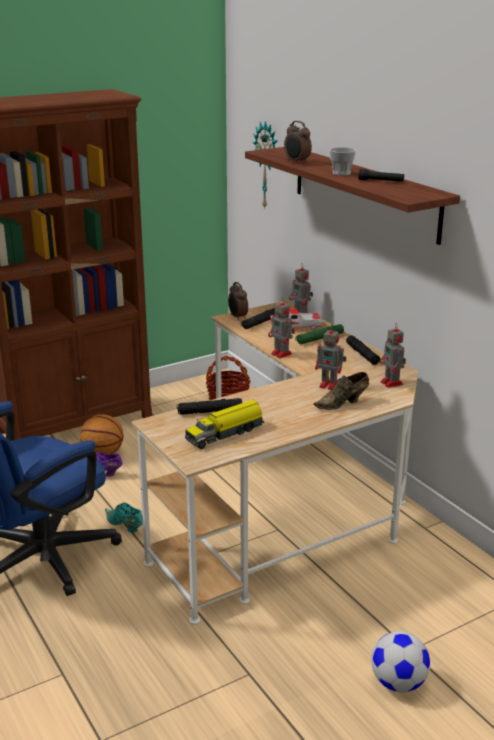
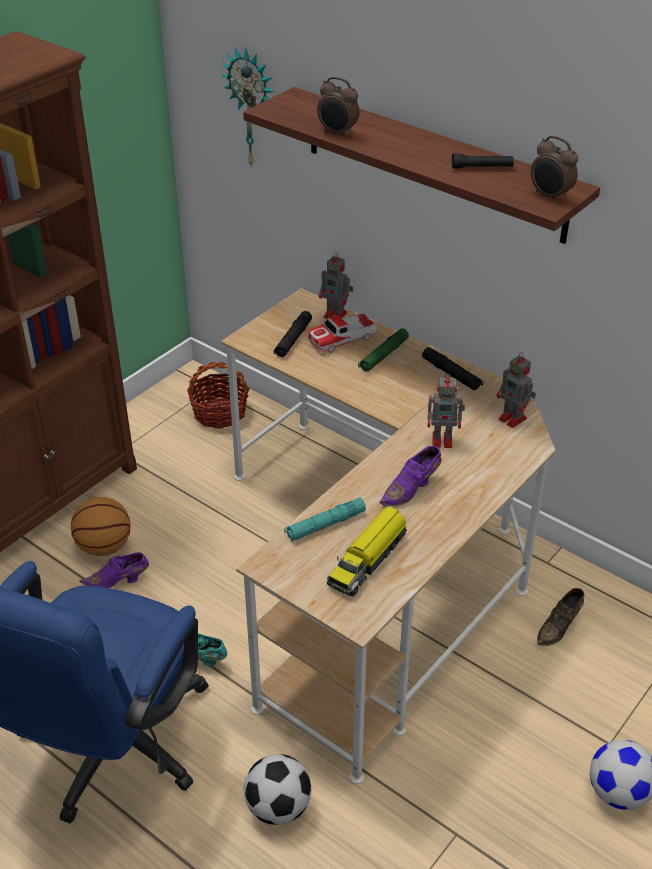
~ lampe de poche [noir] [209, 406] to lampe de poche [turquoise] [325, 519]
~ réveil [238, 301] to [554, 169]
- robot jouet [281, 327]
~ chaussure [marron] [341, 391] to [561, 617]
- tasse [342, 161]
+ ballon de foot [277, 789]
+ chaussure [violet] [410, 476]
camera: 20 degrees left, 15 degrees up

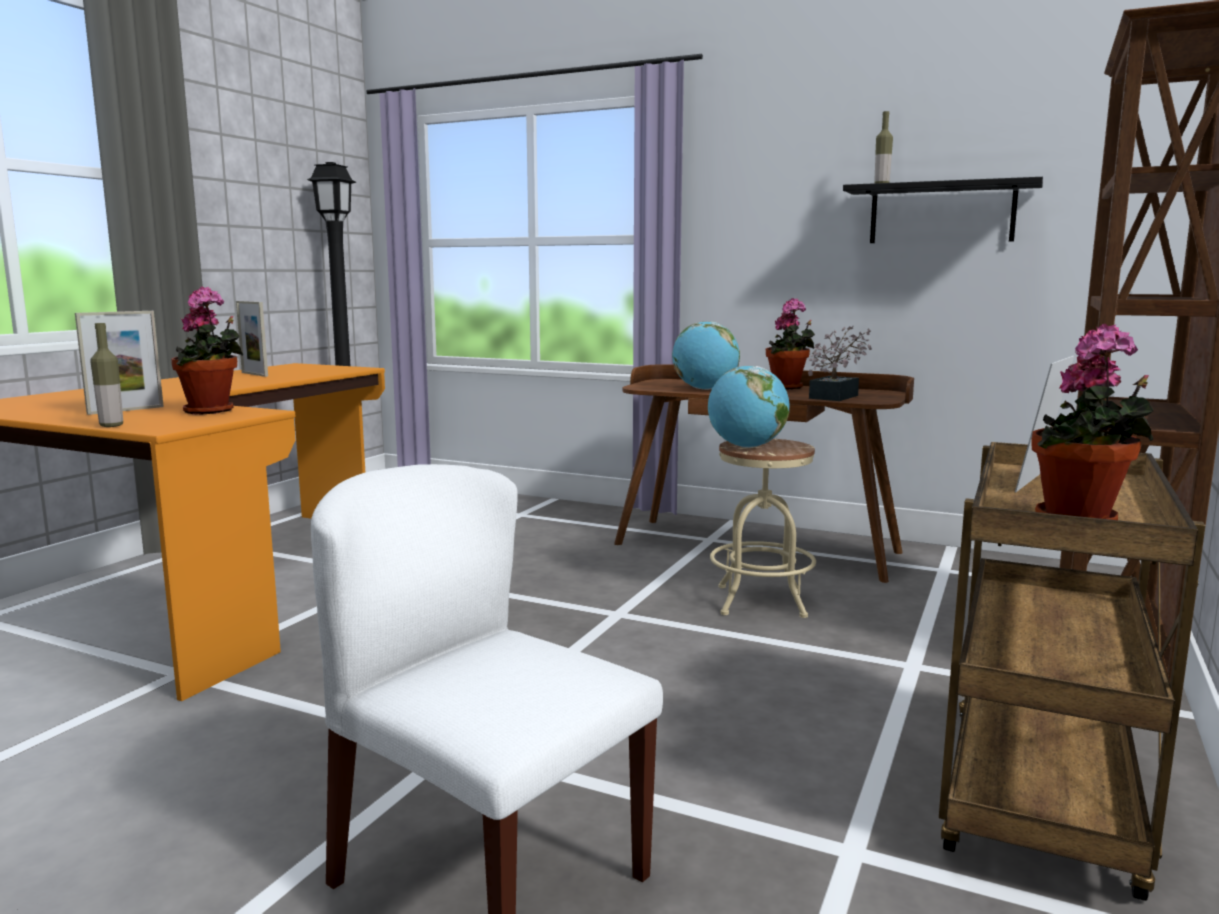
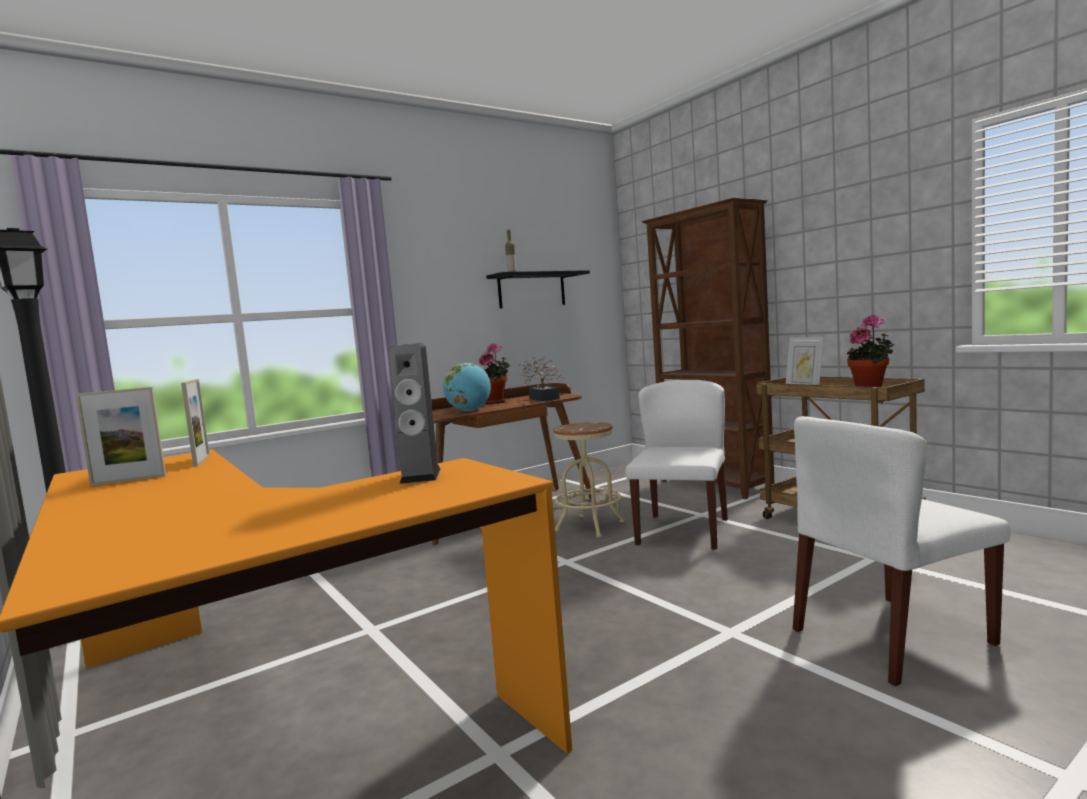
~ cadre photo [119, 363] to [195, 423]
- bouteille [106, 375]
~ plante en pot [207, 350] to enceinte [414, 413]
- globe [748, 407]
+ chaise [blanc] [677, 465]
camera: 60 degrees left, 5 degrees down

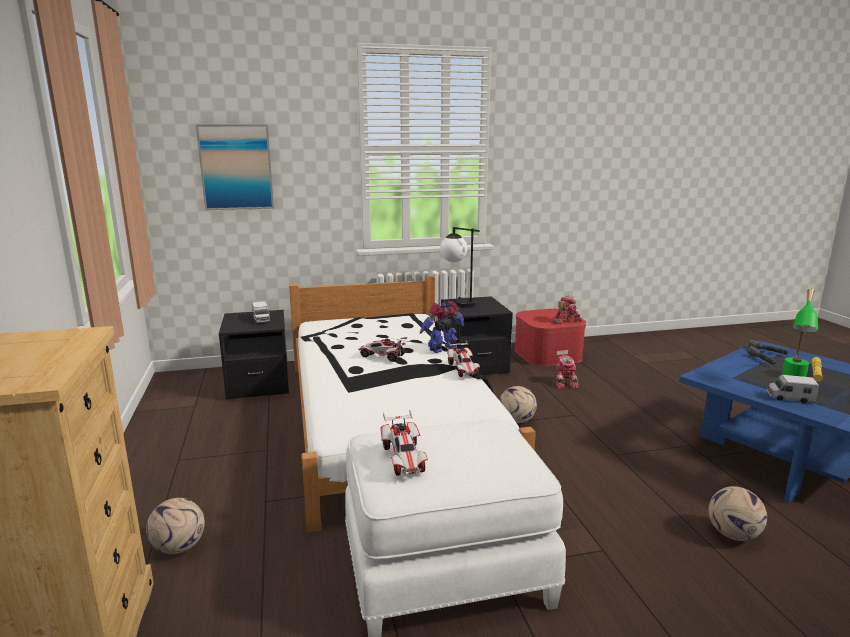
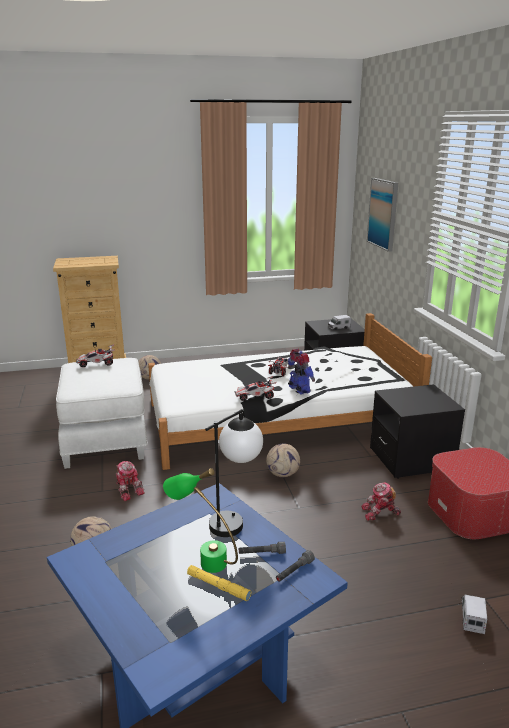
~ lampe de table [460, 267] to [234, 473]
~ robot jouet [568, 309] to [130, 481]
~ camion jouet [793, 389] to [474, 614]
camera: 90 degrees right, 5 degrees up

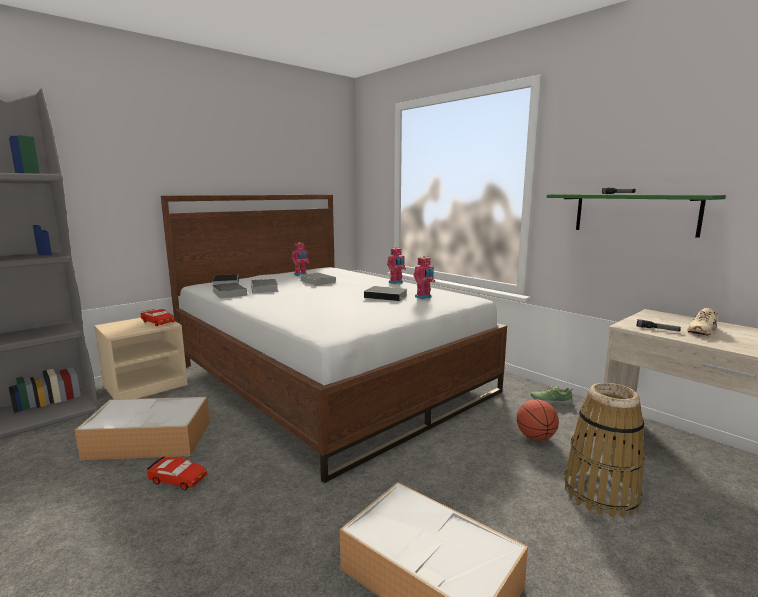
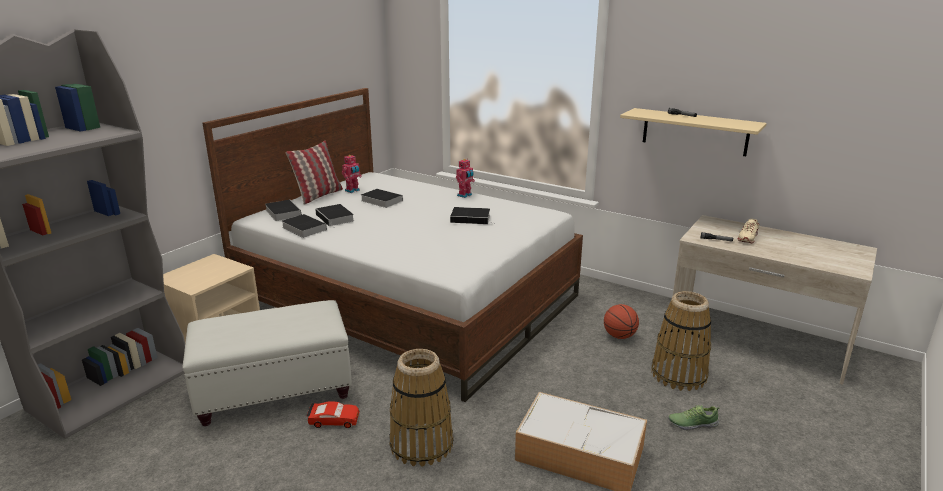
~ boîte de rangement [142, 428] to pouf [blanc] [267, 363]
- petite voiture [rouge] [157, 317]
- robot jouet [424, 277]
~ chaussure [552, 395] to [694, 417]
~ étagère [vert] [636, 216] to étagère [beige] [693, 132]
+ coussin [314, 173]
+ panier [421, 408]
camera: 15 degrees left, 10 degrees up

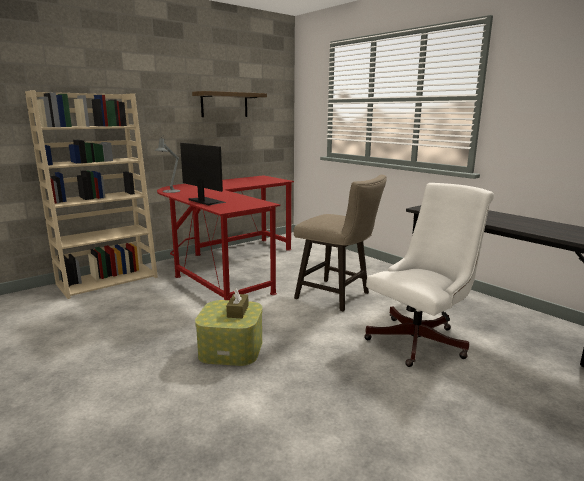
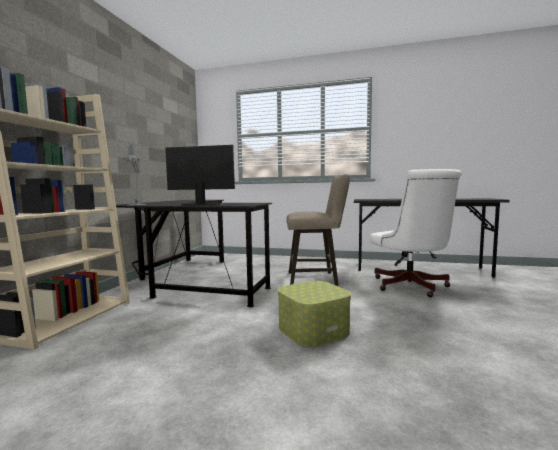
~ bureau [rouge] [225, 237] to bureau [noir] [194, 253]
- étagère [229, 104]
- boîte à mouchoirs [marron] [237, 303]
~ chaise de bureau [blanc] [429, 275] = [416, 233] 150 degrees clockwise
camera: 35 degrees left, 10 degrees down

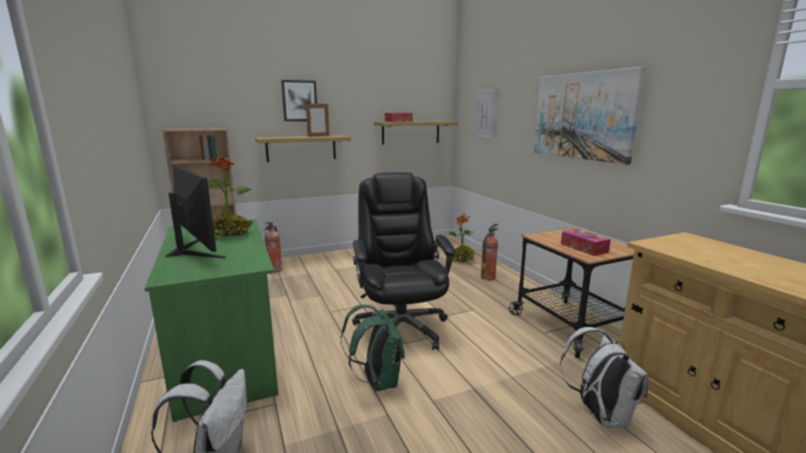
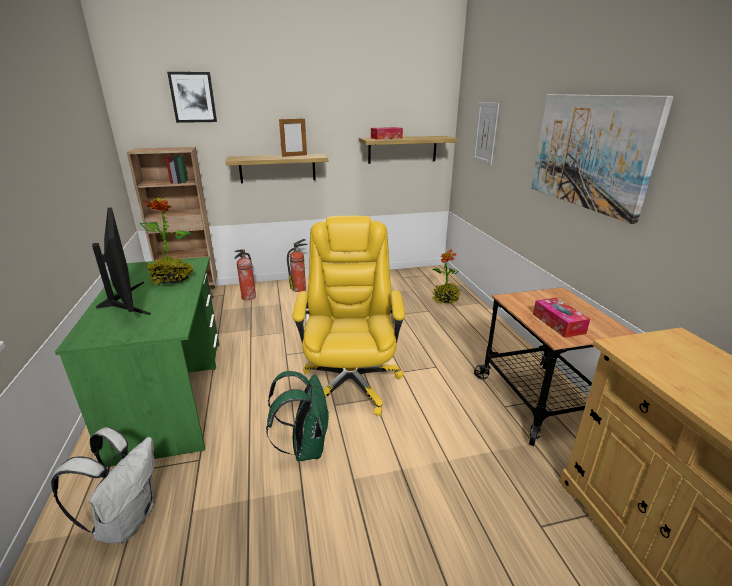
~ tableau [299, 100] to [192, 97]
~ chaise de bureau [noir] [404, 261] to chaise de bureau [jaune] [349, 316]
~ extincteur [489, 251] to [297, 265]
- sac à dos [blanc] [604, 377]
camera: 10 degrees right, 10 degrees up

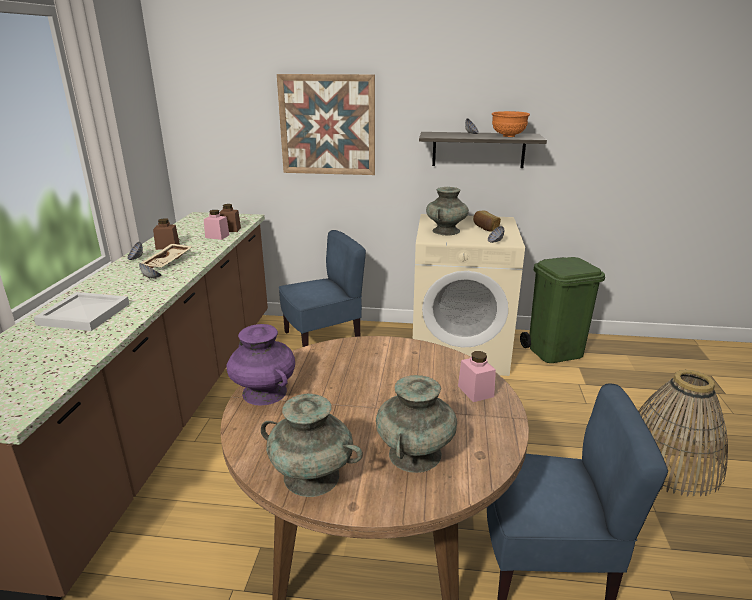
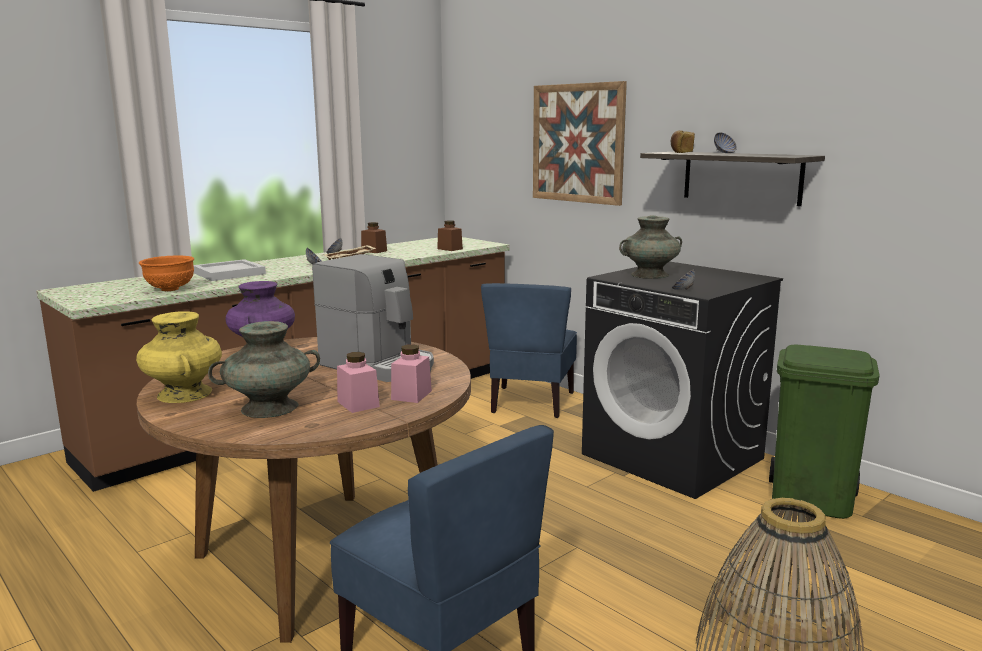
~ bocal [rose] [217, 225] to [358, 382]
~ vase [turquoise] [312, 445] to vase [jaune] [179, 357]
~ chaise [bleu] [322, 288] = [529, 350] 90 degrees clockwise
~ lave-linge [beige] [469, 295] to lave-linge [noir] [682, 380]
~ pain [487, 221] to [683, 142]
~ bol [orange] [511, 124] to [166, 273]
+ machine à café [373, 318]
camera: 40 degrees right, 10 degrees down

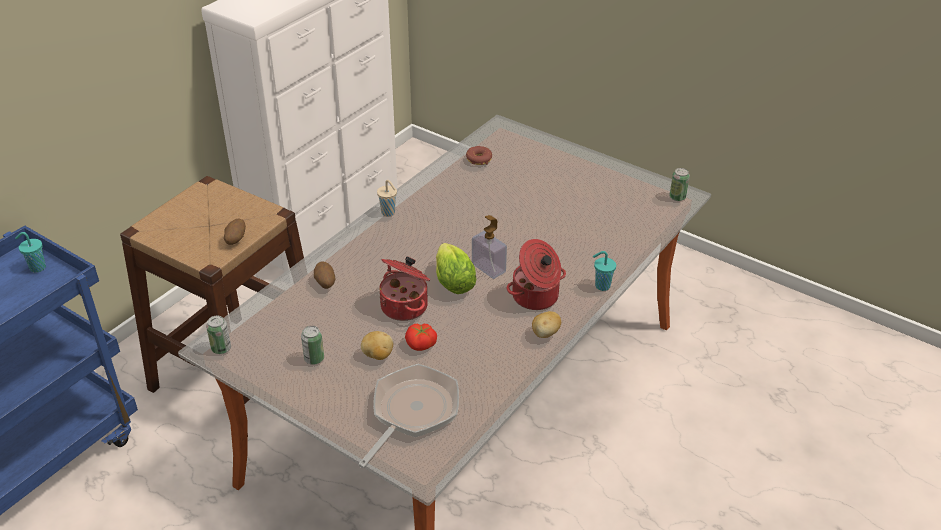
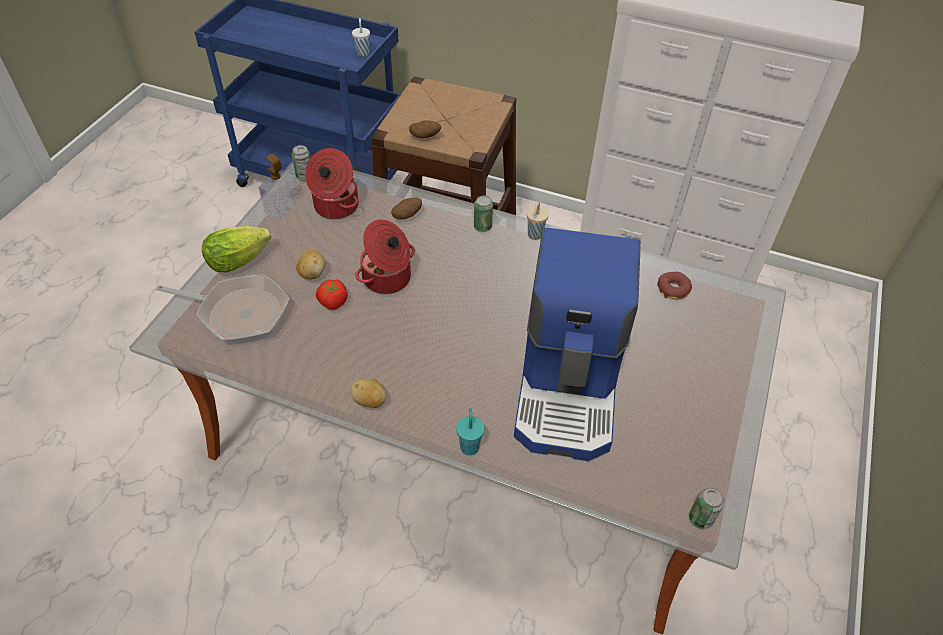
~ tasse [turquoise] [30, 252] to tasse [blanc] [361, 37]
~ boîte métallique [312, 345] to [483, 213]
~ laitue [456, 268] to [236, 249]
~ distributeur de savon [489, 247] to [279, 187]
~ marmite [536, 274] to [332, 183]
+ machine à café [577, 344]
camera: 75 degrees right, 10 degrees up

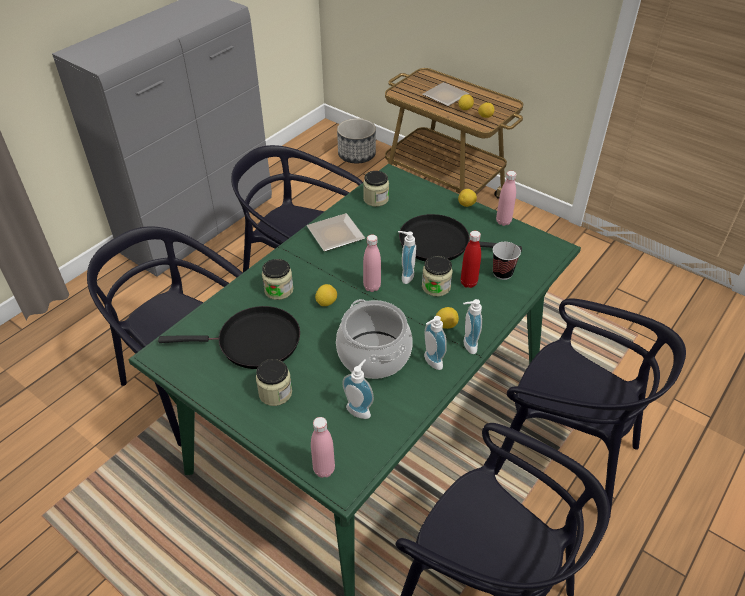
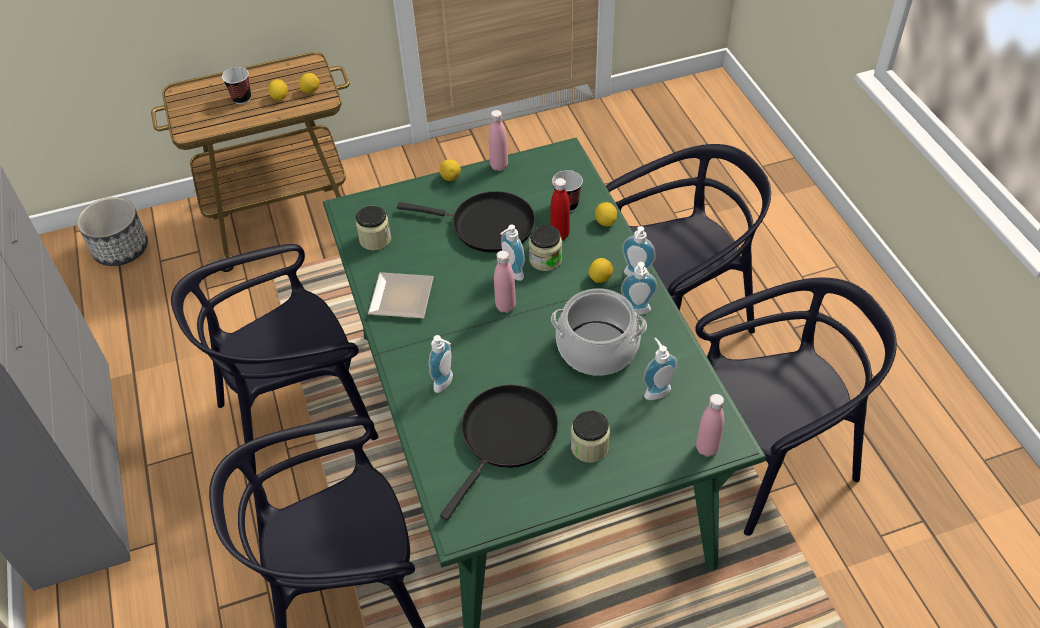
~ bocal [278, 279] to distributeur de savon [441, 364]
~ citron [326, 295] to [606, 214]
~ poêle [noir] [460, 237] = [466, 222] 120 degrees counterclockwise
~ assiette [446, 94] to tasse [236, 85]
camera: 55 degrees left, 5 degrees up

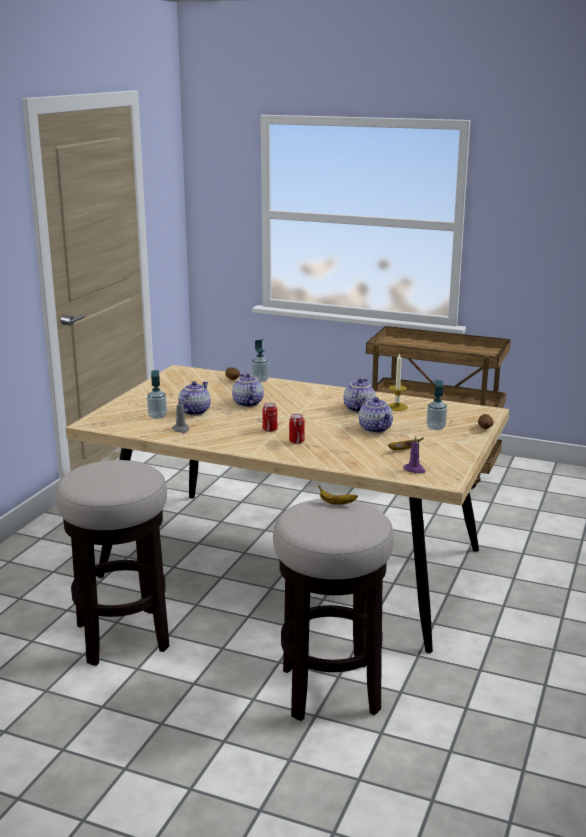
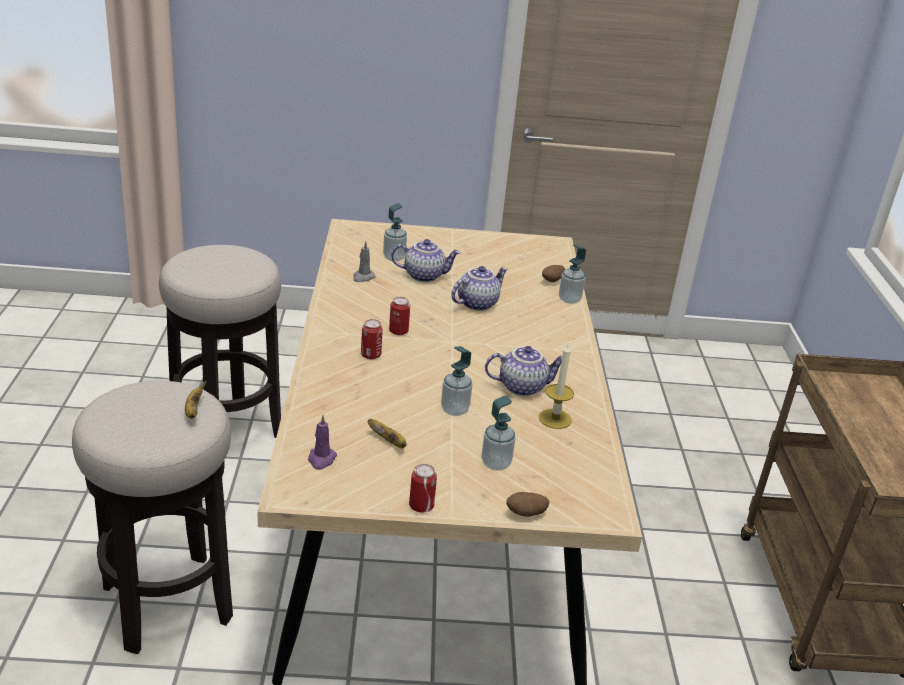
~ théière [376, 414] to distributeur de savon [456, 381]
+ boîte métallique [423, 488]
camera: 65 degrees right, 10 degrees up

